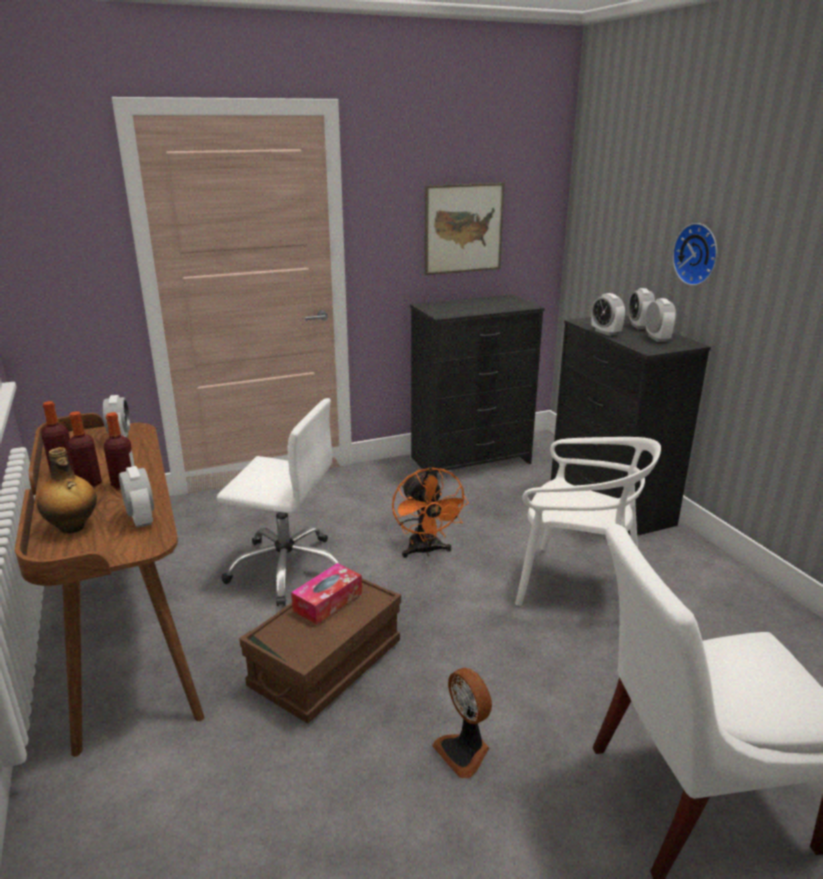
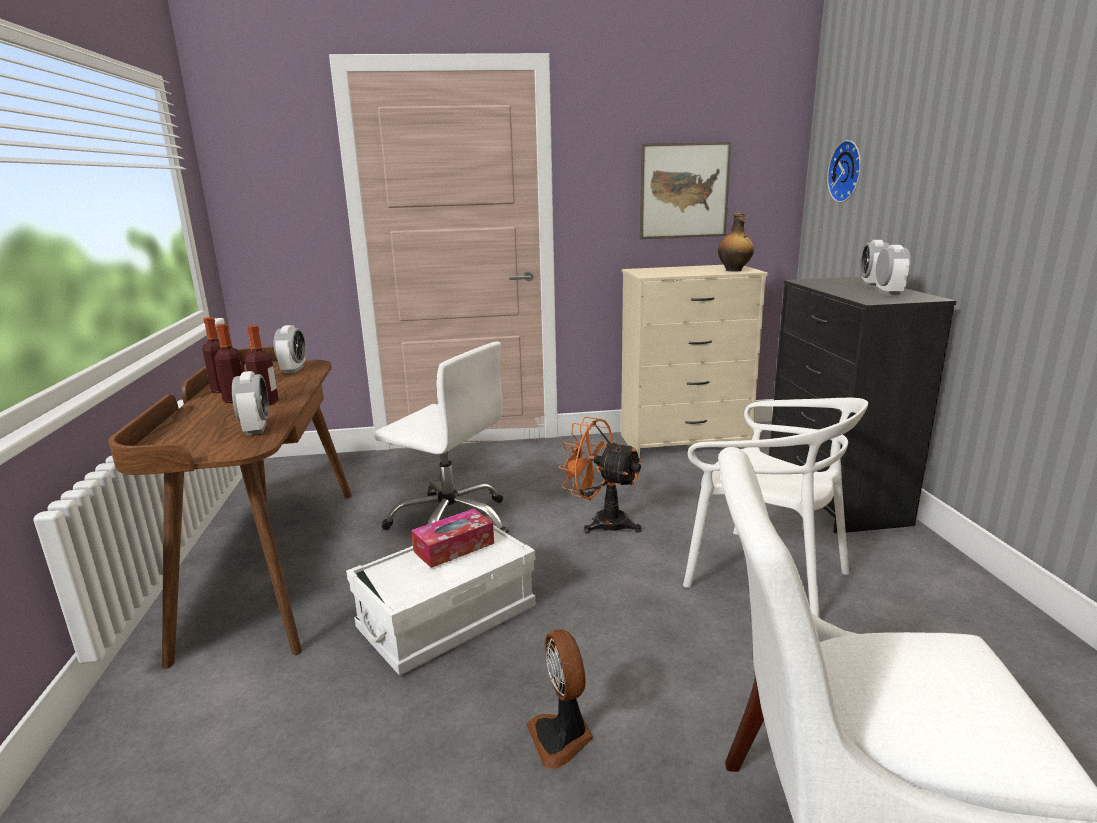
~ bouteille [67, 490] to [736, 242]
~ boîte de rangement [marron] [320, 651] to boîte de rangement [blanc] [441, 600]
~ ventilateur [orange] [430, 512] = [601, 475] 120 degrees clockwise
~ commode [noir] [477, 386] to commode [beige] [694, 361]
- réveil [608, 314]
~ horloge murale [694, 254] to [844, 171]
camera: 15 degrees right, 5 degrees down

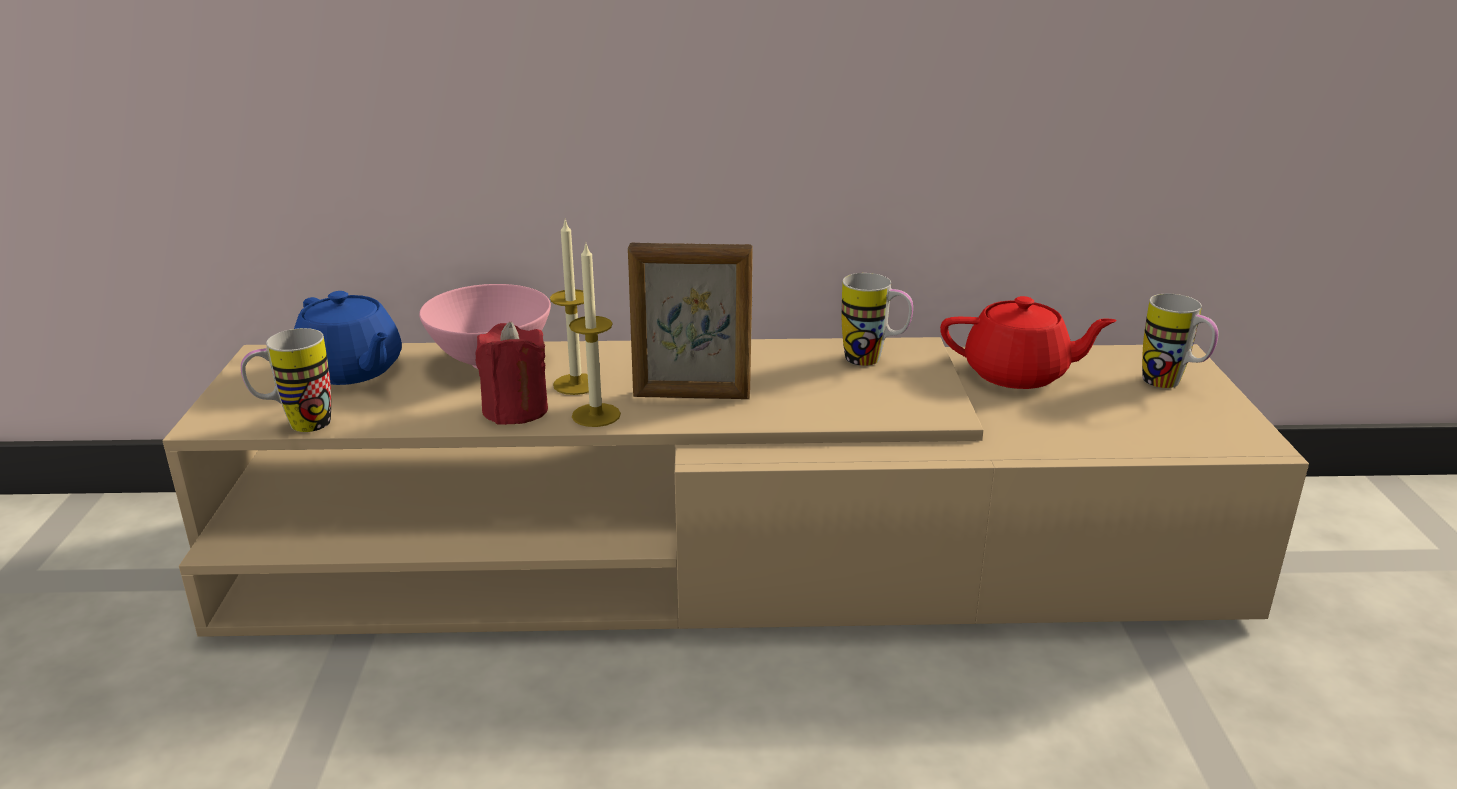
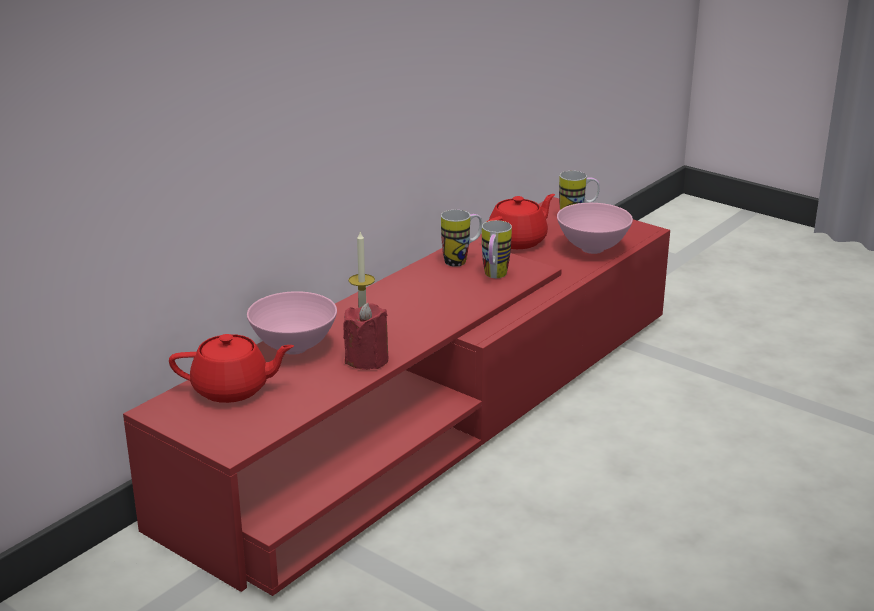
~ meuble télé [beige] [735, 487] to meuble télé [rouge] [396, 396]
~ mug [286, 380] to [497, 249]
~ théière [bleu] [348, 338] to théière [rouge] [231, 368]
- bougie [595, 334]
- cadre photo [690, 320]
+ bol [rose] [595, 228]
camera: 50 degrees left, 0 degrees up

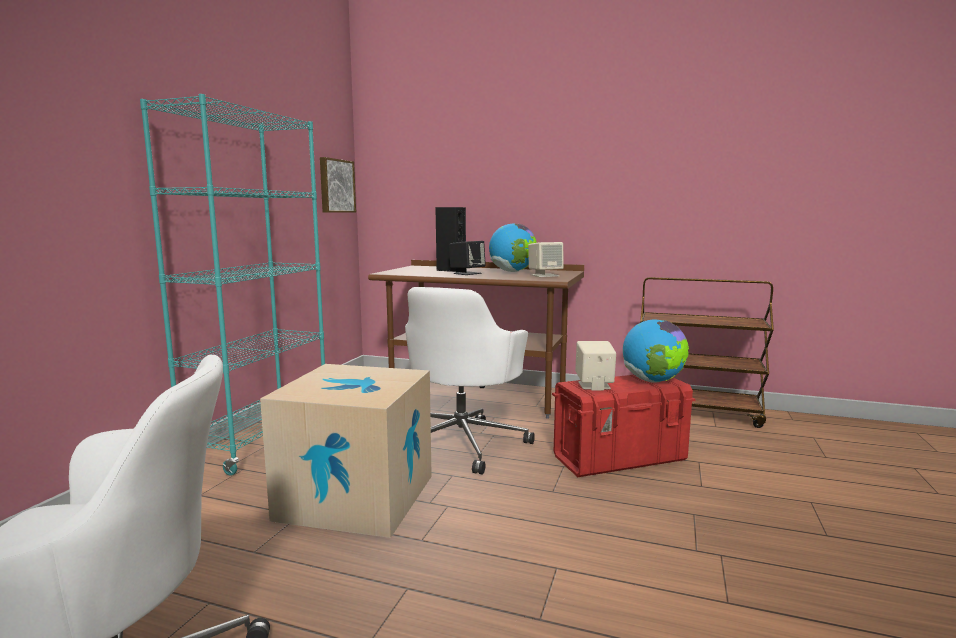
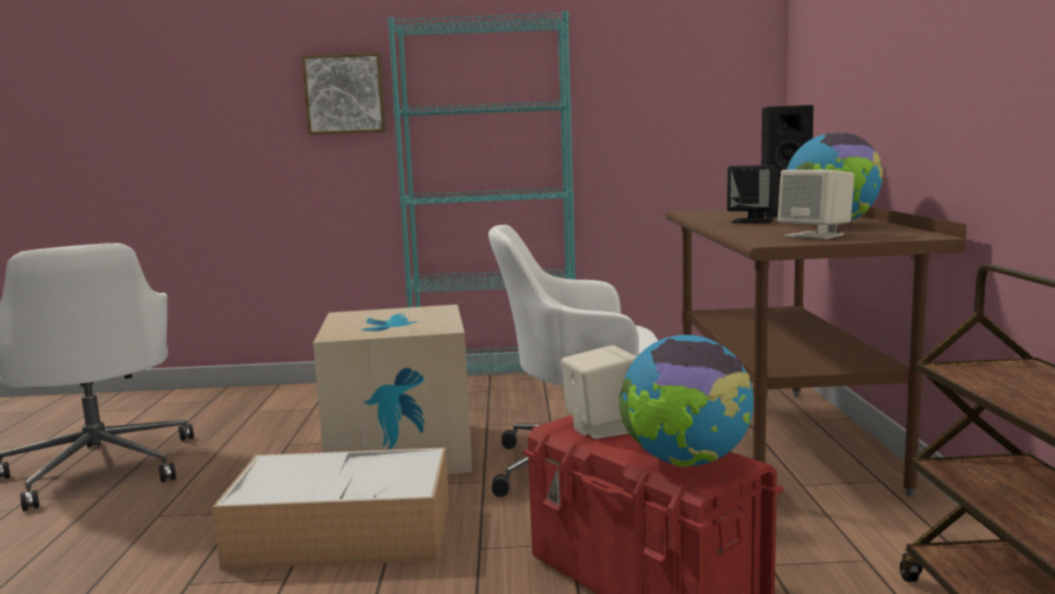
~ tableau [338, 185] to [344, 94]
+ boîte de rangement [331, 508]
camera: 70 degrees right, 0 degrees up

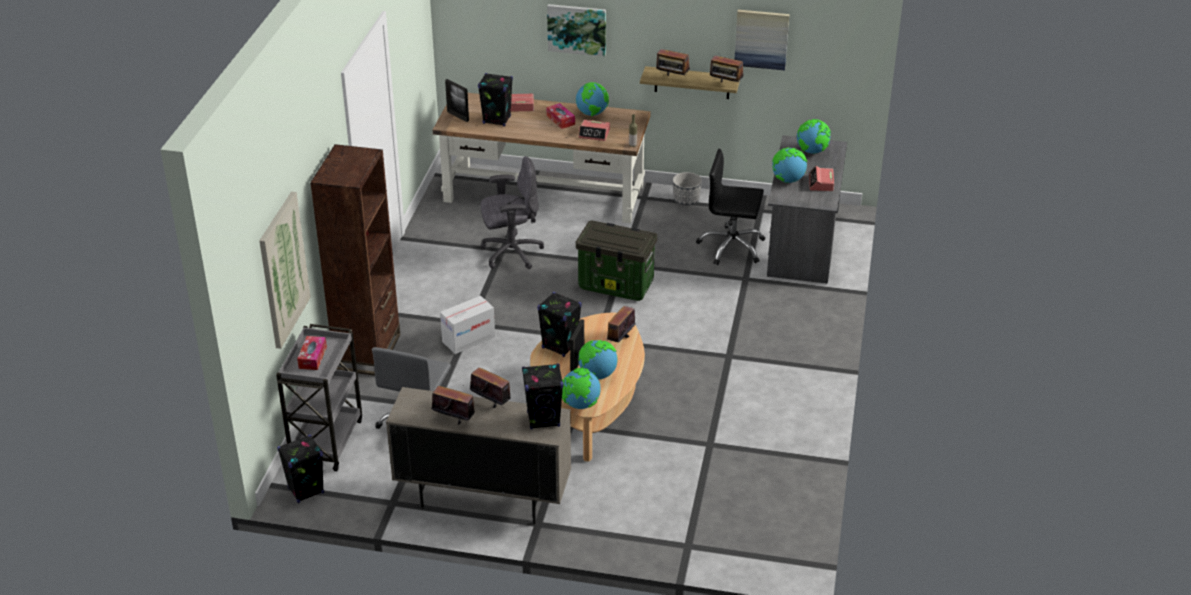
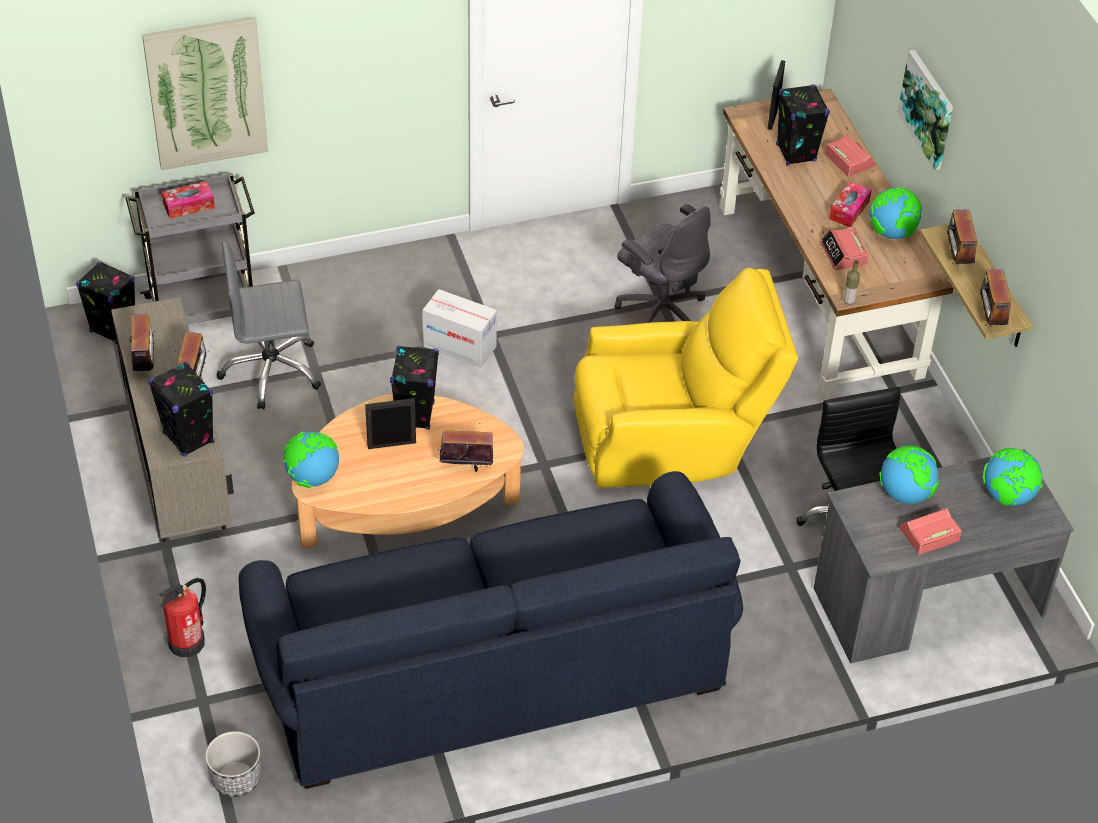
- bibliothèque [marron] [355, 260]
~ boîte de rangement [616, 261] to fauteuil [jaune] [686, 378]
- globe [597, 359]
~ cache-pot [687, 189] to [233, 764]
- tableau [762, 40]
+ extincteur [182, 617]
+ canapé [bleu] [491, 630]
camera: 60 degrees right, 10 degrees up

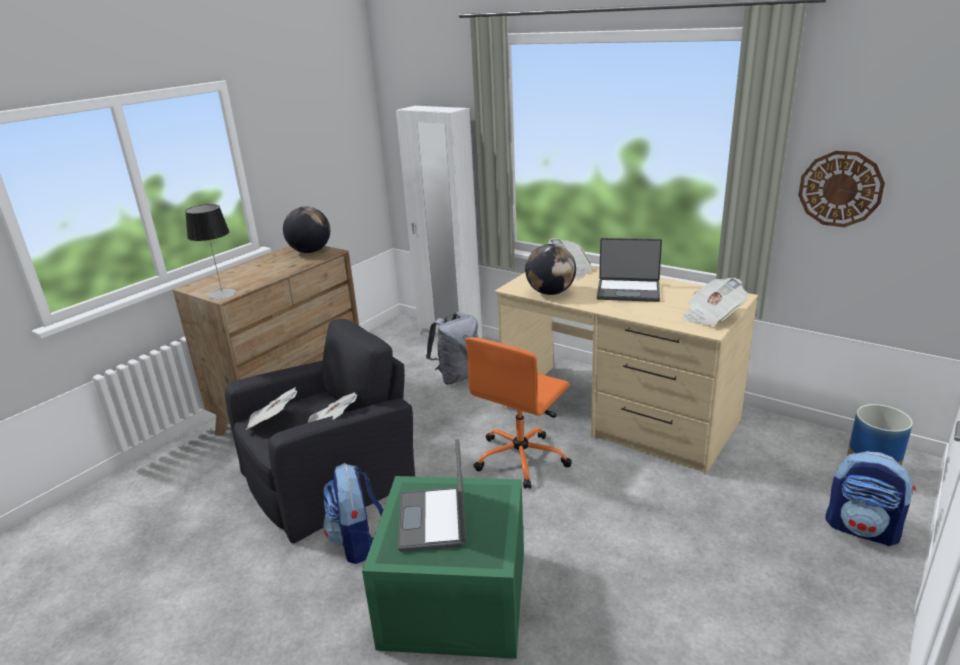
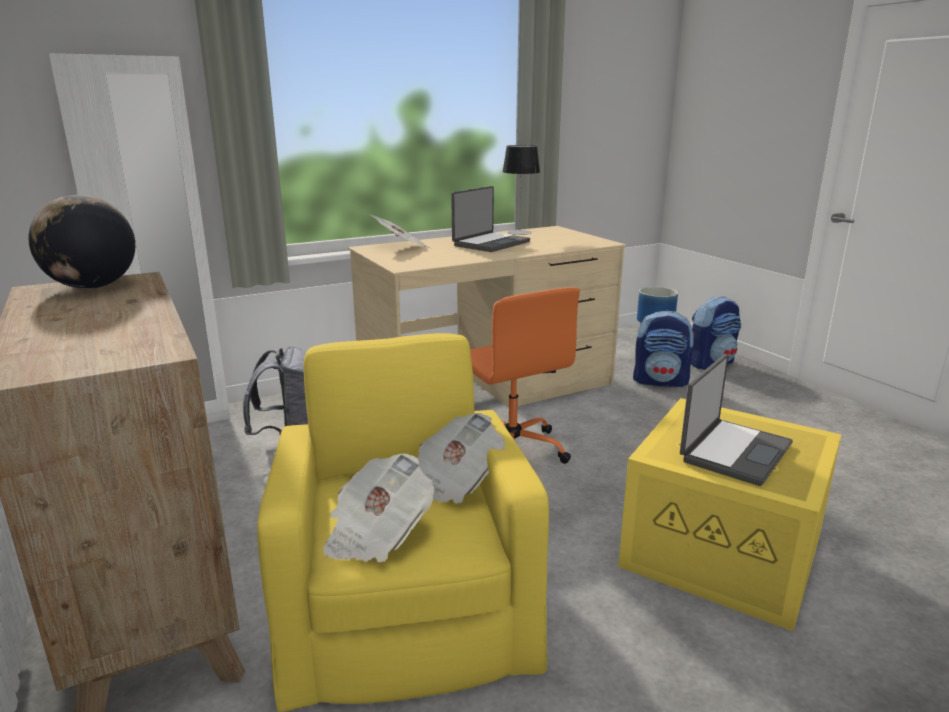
~ lampe de table [210, 251] to [521, 190]
~ fauteuil [noir] [320, 431] to fauteuil [jaune] [403, 522]
~ sac à dos [353, 513] to [664, 349]
~ boîte de rangement [vert] [443, 567] to boîte de rangement [jaune] [730, 515]
~ ordinateur portable [432, 495] = [736, 420] 75 degrees counterclockwise
- globe [550, 269]
- journal [715, 302]
- horloge murale [841, 189]
camera: 65 degrees left, 5 degrees down

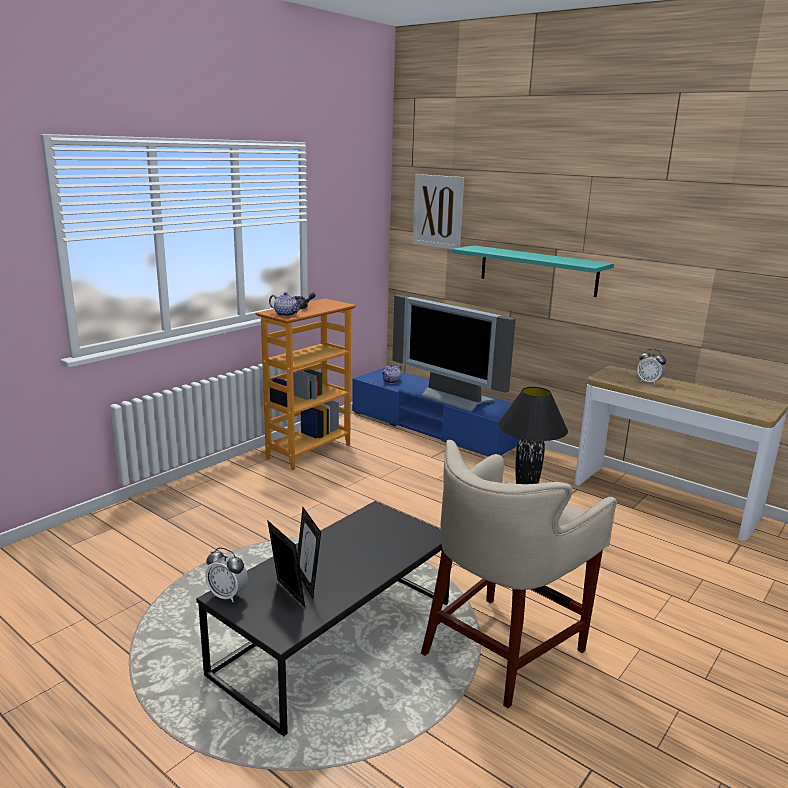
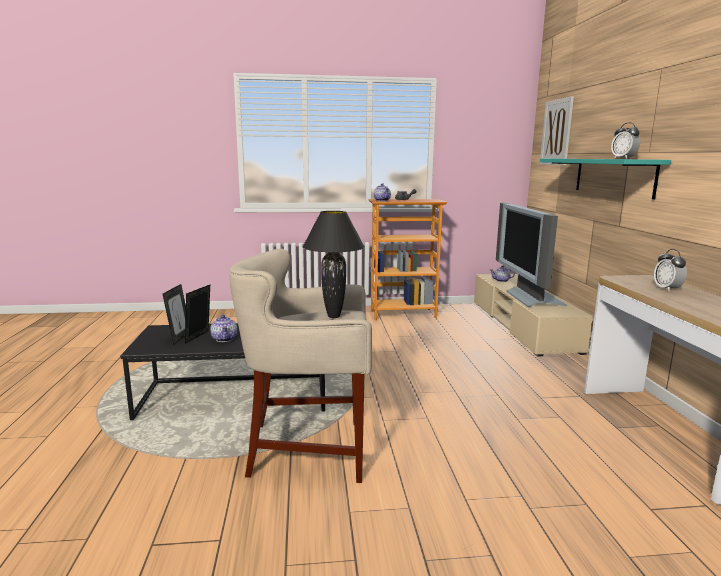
~ réveil [226, 574] to [625, 141]
~ meuble télé [bleu] [435, 412] to meuble télé [beige] [533, 315]
+ théière [223, 328]
camera: 45 degrees right, 5 degrees down

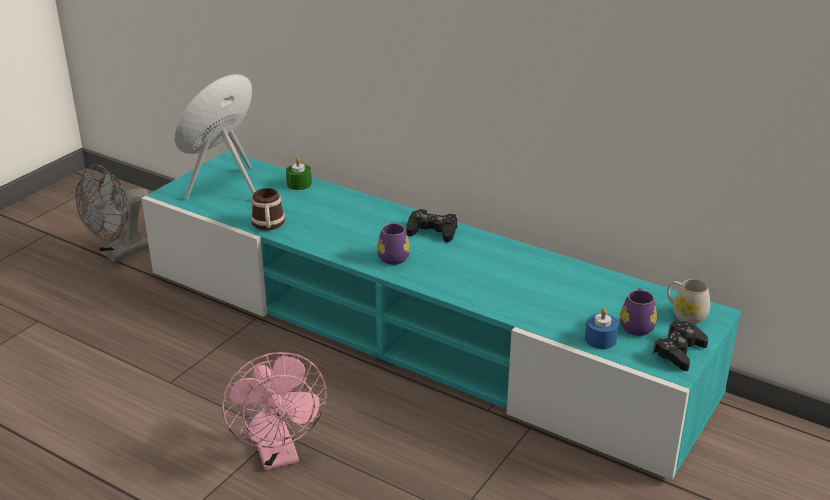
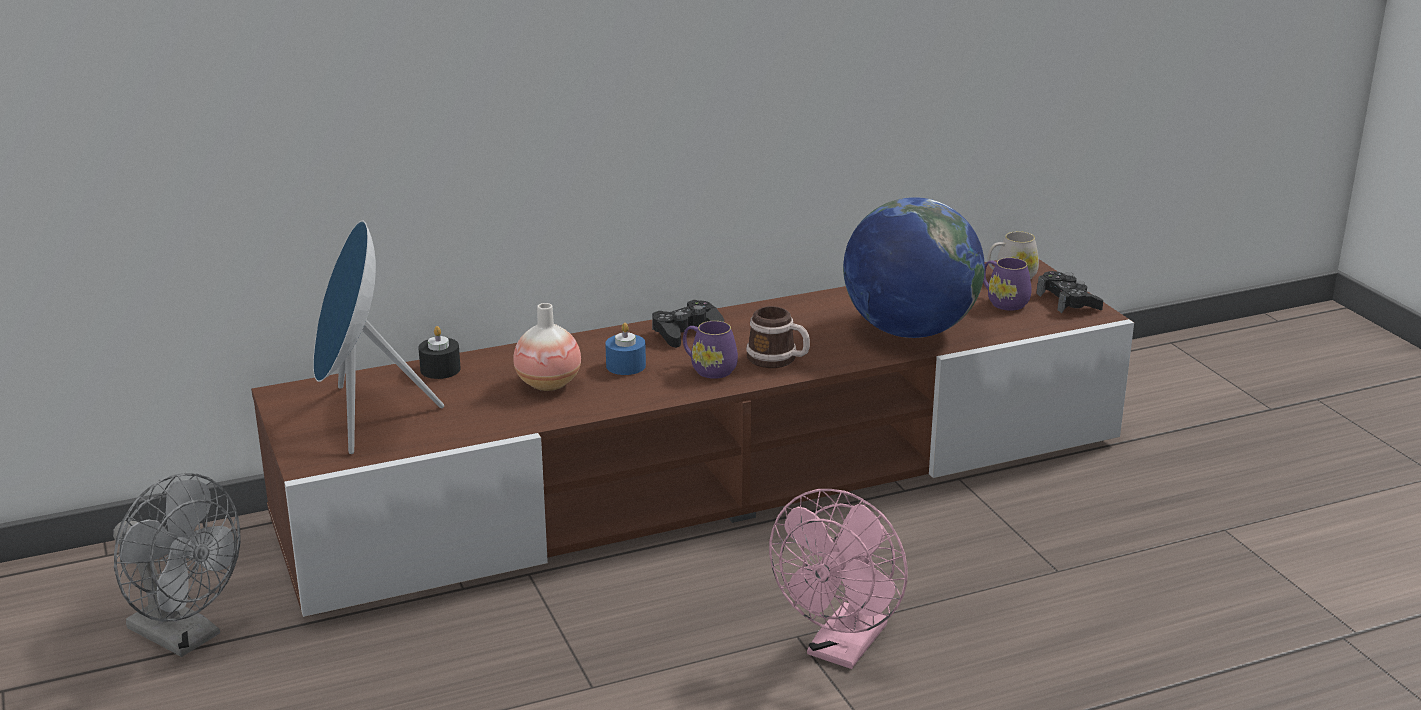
~ ventilateur [gris] [112, 213] = [177, 565] 45 degrees counterclockwise
~ meuble télé [turquoise] [441, 315] to meuble télé [marron] [692, 438]
~ ventilateur [rose] [274, 411] = [838, 579] 105 degrees clockwise
~ mug [268, 209] to [778, 337]
~ bougie [vert] [299, 173] to bougie [noir] [439, 352]
~ bougie [bleu] [602, 328] to [625, 349]
+ vase [547, 347]
+ globe [914, 267]
camera: 55 degrees left, 5 degrees down

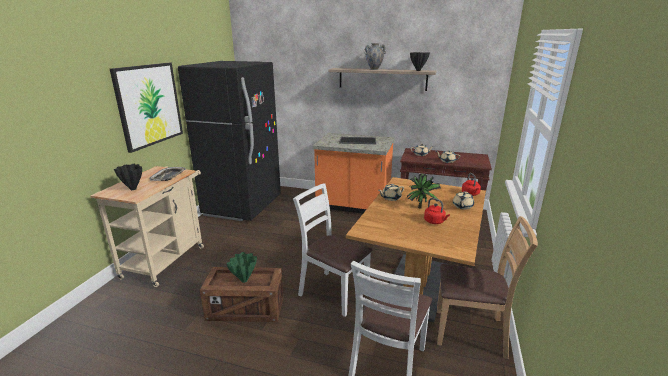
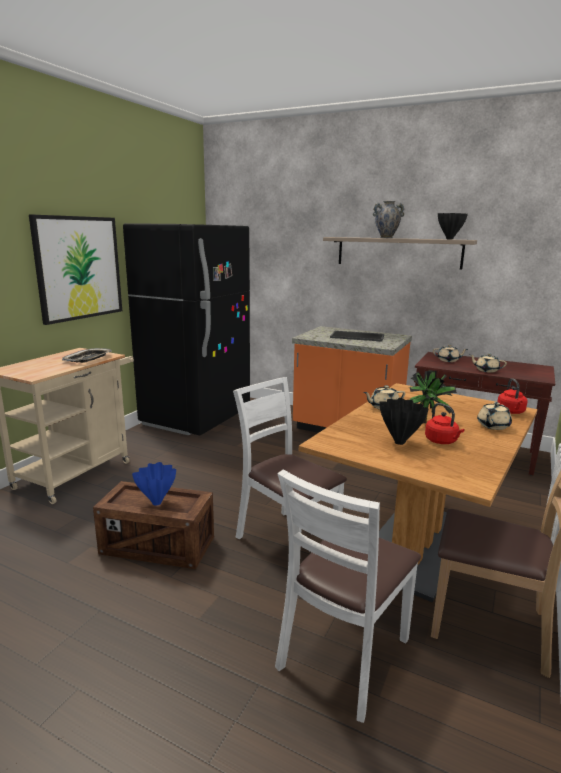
~ vase [noir] [128, 176] to [404, 421]
~ vase [vert] [241, 267] to vase [bleu] [154, 484]
camera: 10 degrees right, 5 degrees down

